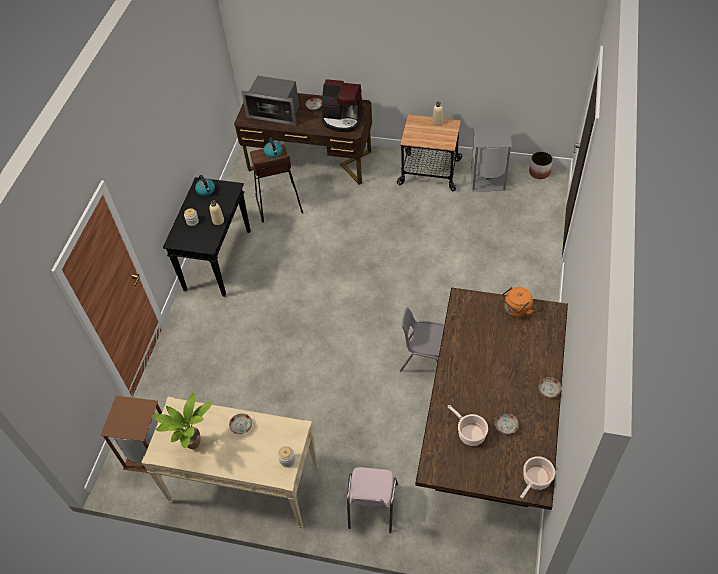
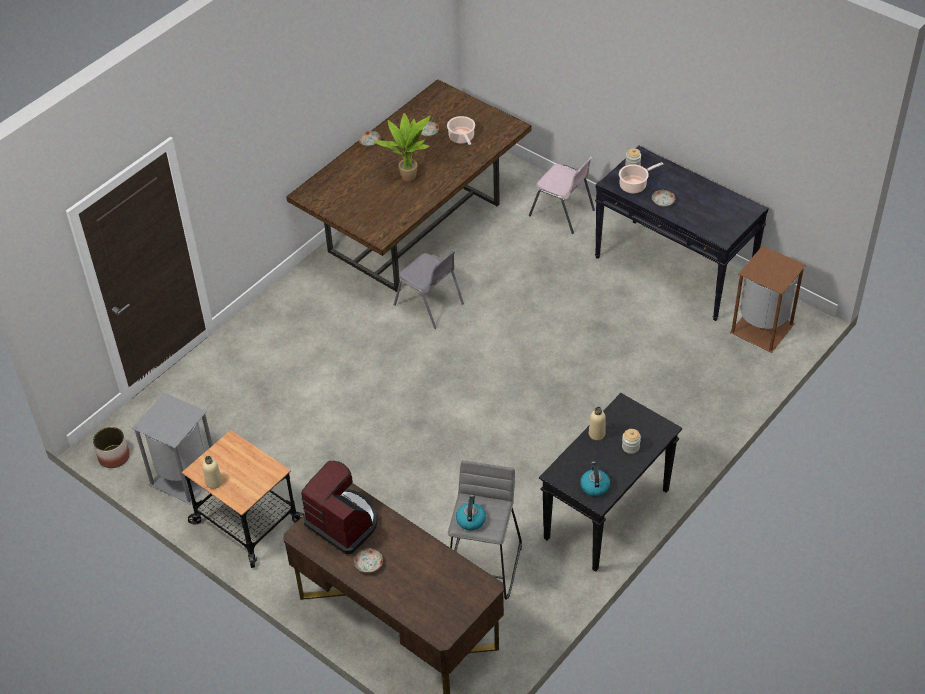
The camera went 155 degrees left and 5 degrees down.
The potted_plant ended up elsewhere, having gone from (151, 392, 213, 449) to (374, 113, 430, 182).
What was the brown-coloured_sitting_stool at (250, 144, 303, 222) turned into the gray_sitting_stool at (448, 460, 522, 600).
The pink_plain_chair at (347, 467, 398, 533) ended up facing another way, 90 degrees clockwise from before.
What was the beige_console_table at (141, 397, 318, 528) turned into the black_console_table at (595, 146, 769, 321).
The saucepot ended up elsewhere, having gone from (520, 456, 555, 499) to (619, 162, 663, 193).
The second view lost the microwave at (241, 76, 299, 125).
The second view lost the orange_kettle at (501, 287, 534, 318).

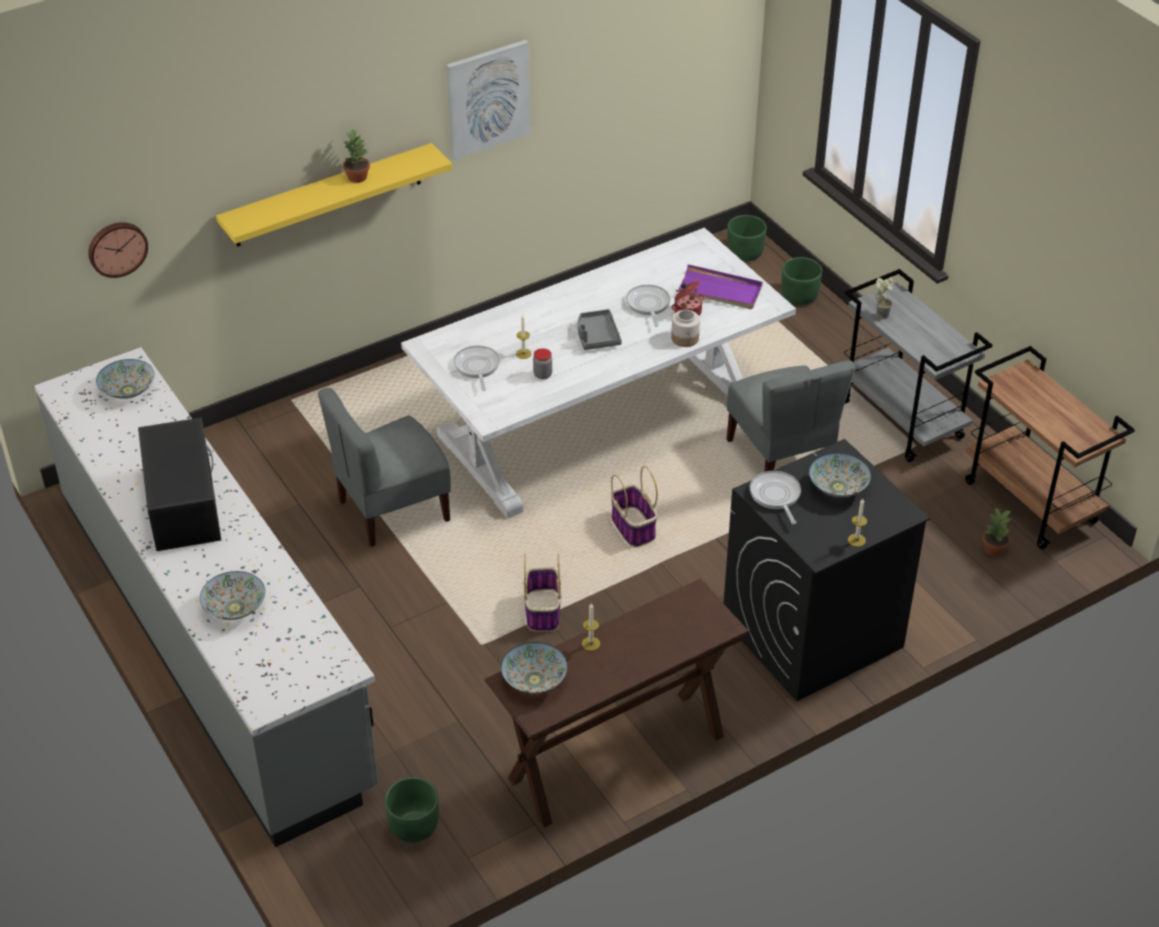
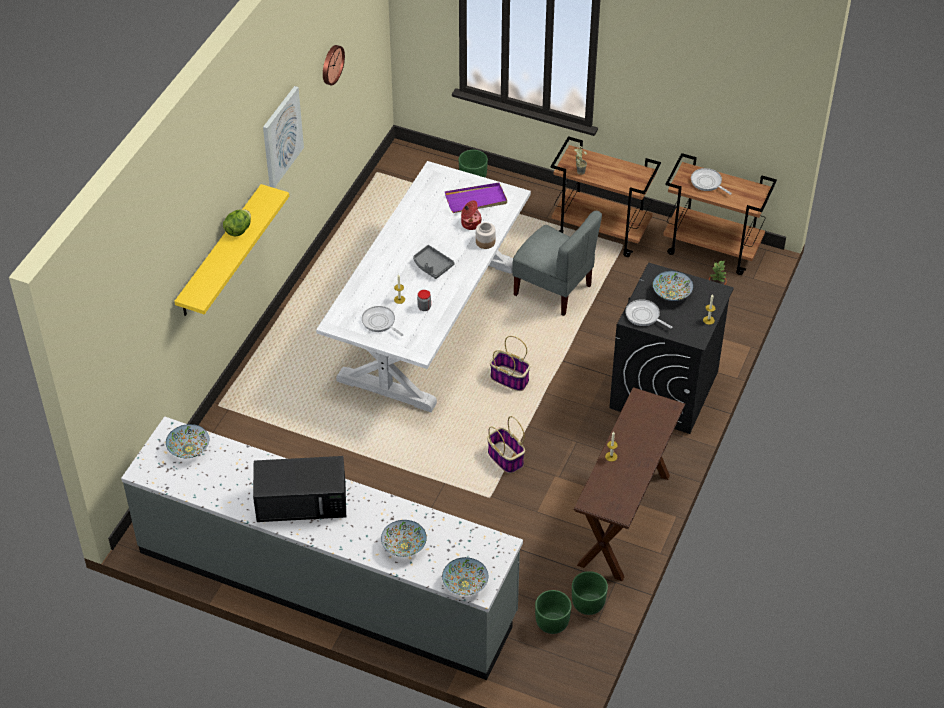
The camera went 35 degrees left and 5 degrees up.
Where the potted_plant stood at (343, 129, 370, 183), the head_of_lettuce came to stand at (223, 210, 251, 237).
The black_microwave at (138, 418, 221, 551) ended up facing another way, 135 degrees clockwise from before.
The wall_clock ended up elsewhere, having gone from (88, 222, 148, 278) to (323, 45, 345, 85).
The serving_bowl ended up elsewhere, having gone from (501, 642, 567, 693) to (442, 557, 488, 596).
What was the gray_cart at (844, 269, 992, 462) turned into the brown-coloured_cart at (551, 136, 661, 257).
The green_plant_pot ended up elsewhere, having gone from (727, 215, 767, 262) to (572, 571, 608, 615).
The skillet ended up elsewhere, having gone from (626, 285, 670, 327) to (691, 168, 732, 195).
The second view lost the gray_plain_chair at (318, 388, 451, 547).

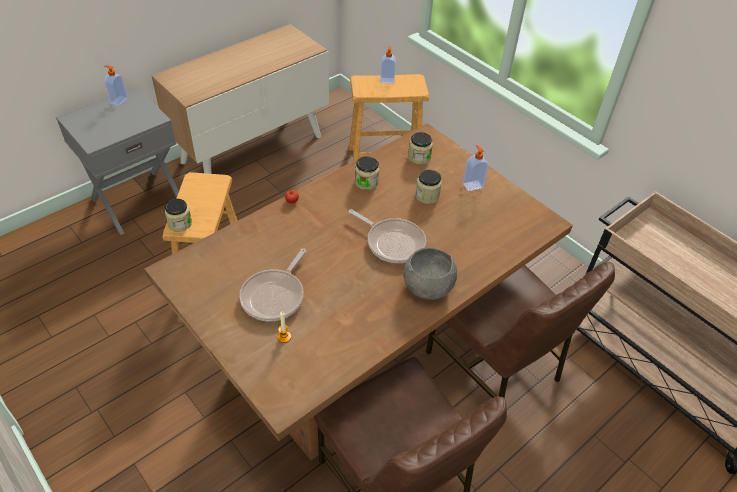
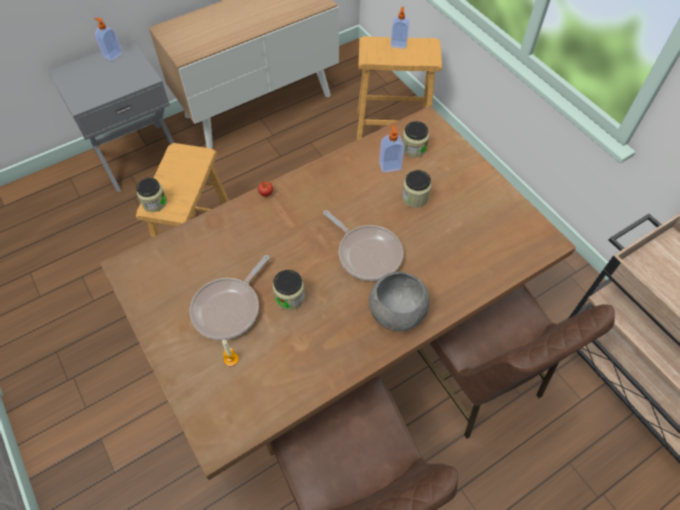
The camera went 10 degrees right and 10 degrees up.
The jar ended up elsewhere, having gone from (355, 157, 380, 190) to (273, 270, 305, 310).
The soap_dispenser ended up elsewhere, having gone from (462, 145, 489, 191) to (379, 124, 404, 173).

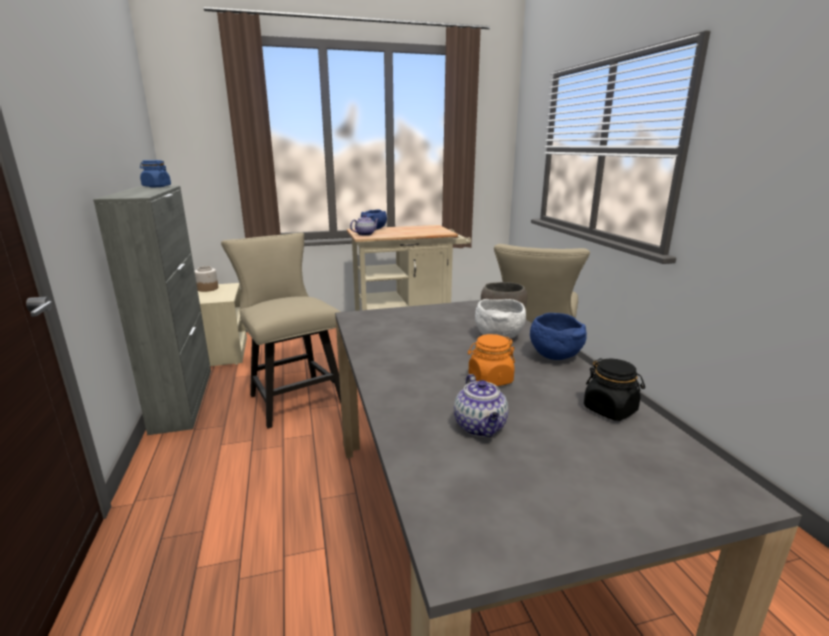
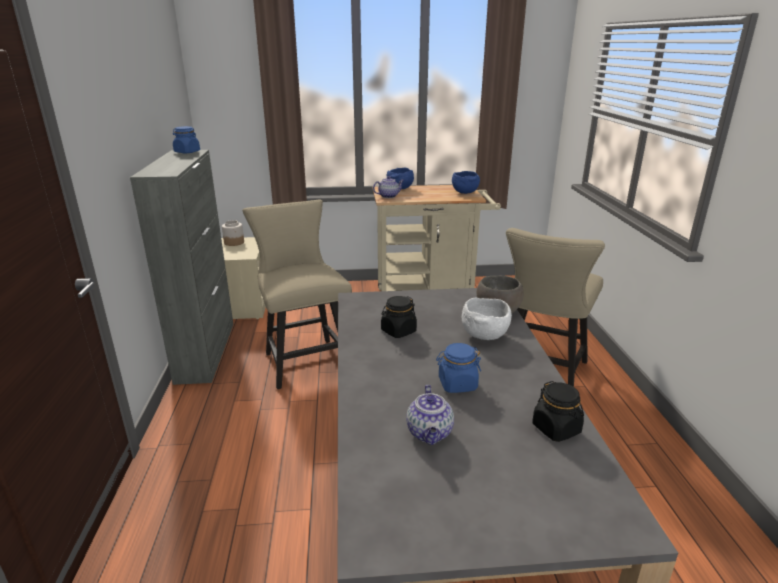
The camera went 10 degrees right and 5 degrees up.
The second view gained the black_jar at (381, 296, 417, 338).
What was the orange_jar at (468, 334, 515, 386) turned into the bluish_jar at (436, 343, 481, 393).
The bluish_serving_bowl ended up elsewhere, having gone from (530, 313, 587, 360) to (452, 171, 480, 194).

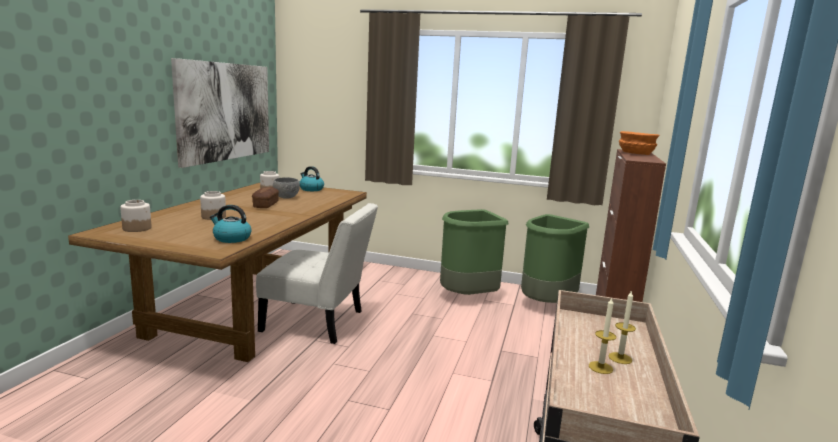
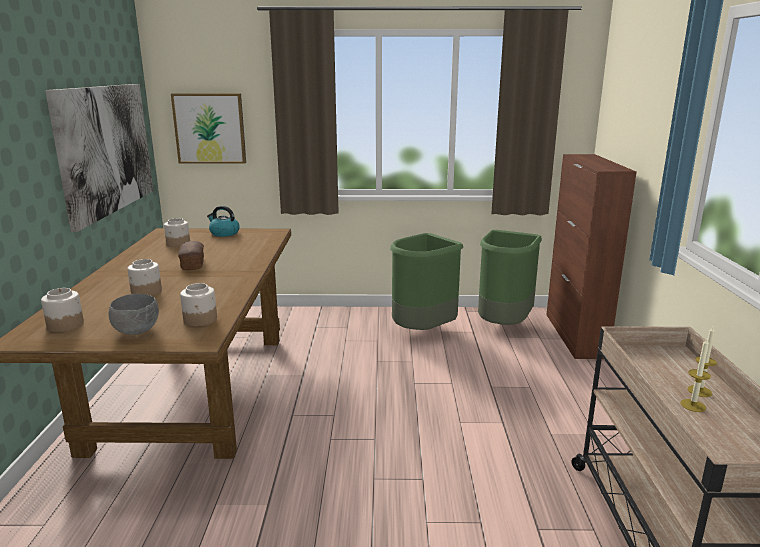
The camera went 15 degrees left and 5 degrees up.
The gray_serving_bowl ended up elsewhere, having gone from (273, 177, 300, 199) to (109, 294, 159, 335).
The second view gained the wall_art at (171, 93, 246, 164).
Where the kettle stood at (210, 205, 252, 243), the jar came to stand at (180, 283, 217, 327).
The second view lost the white_plain_chair at (256, 203, 378, 344).
The second view lost the orange_serving_bowl at (619, 131, 660, 155).

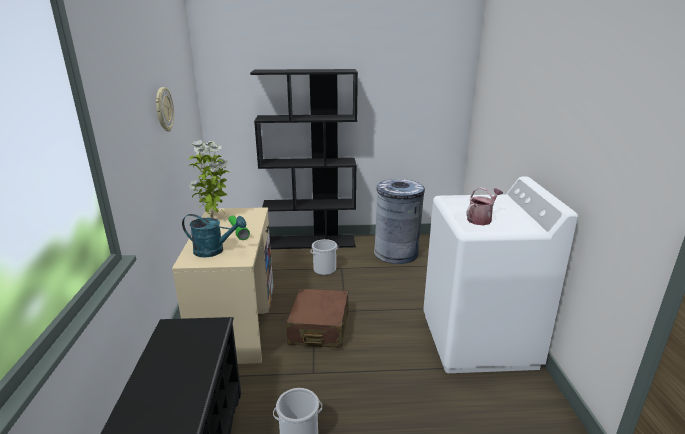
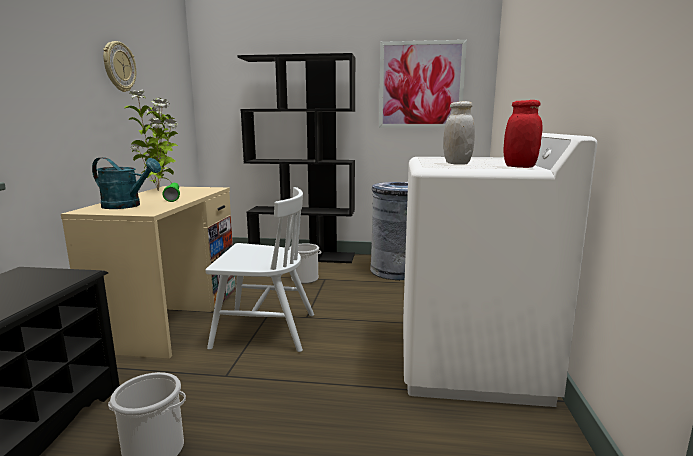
The camera went 10 degrees right and 10 degrees down.
Where the brown-coloured_piece_of_luggage stood at (286, 289, 349, 348), the white_plain_chair came to stand at (206, 187, 314, 352).
The second view gained the wall_art at (379, 40, 467, 128).
Where the watering_can stood at (466, 187, 503, 225), the white_jar came to stand at (443, 101, 475, 165).
The second view gained the red_jar at (504, 100, 543, 168).

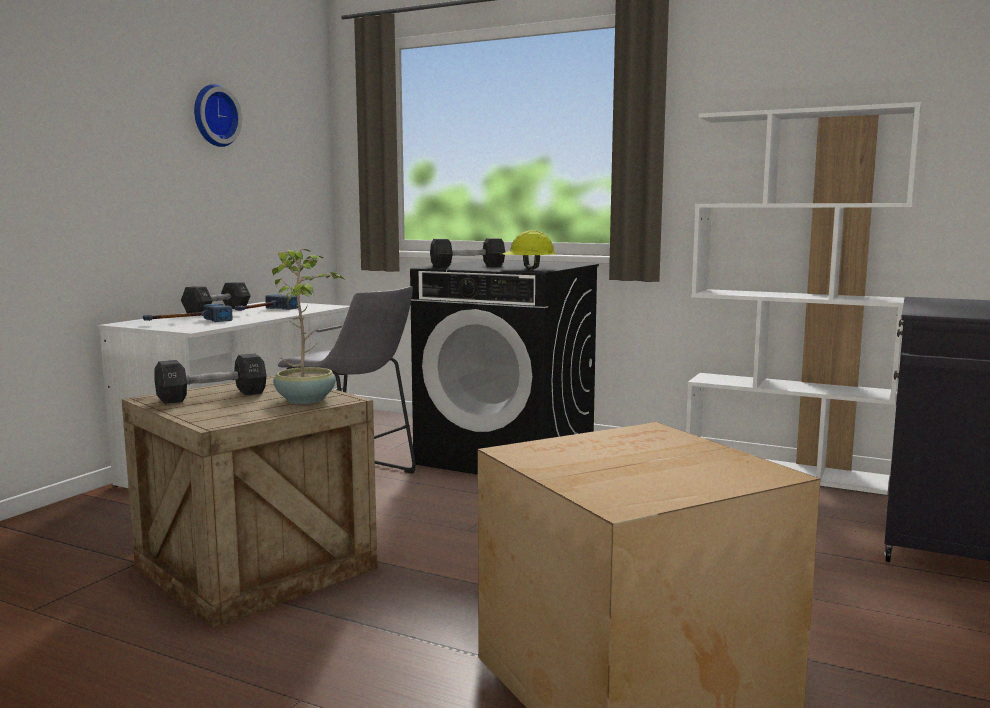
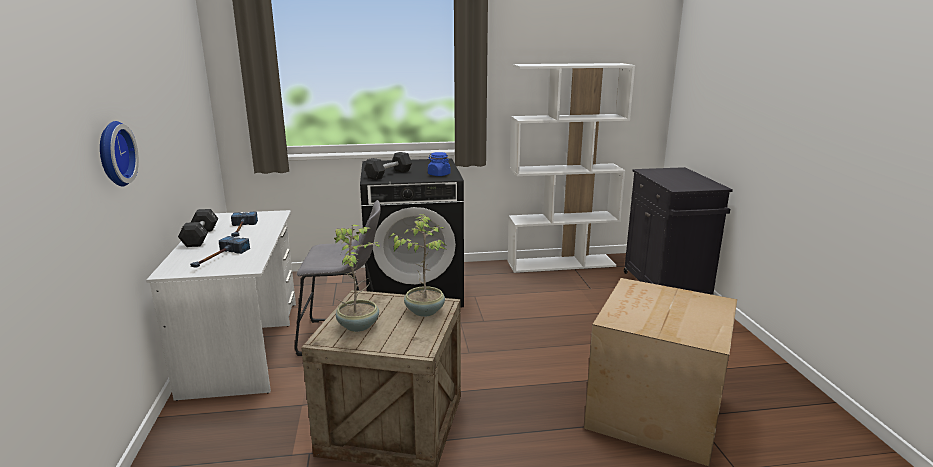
The camera went 35 degrees left and 10 degrees up.
The wall_clock ended up elsewhere, having gone from (194, 84, 242, 147) to (100, 121, 139, 187).
Where the black_dumbbell stood at (154, 353, 267, 404), the potted_plant came to stand at (334, 224, 381, 332).
Where the yellow_work_helmet stood at (502, 230, 556, 269), the bluish_jar came to stand at (428, 152, 450, 176).

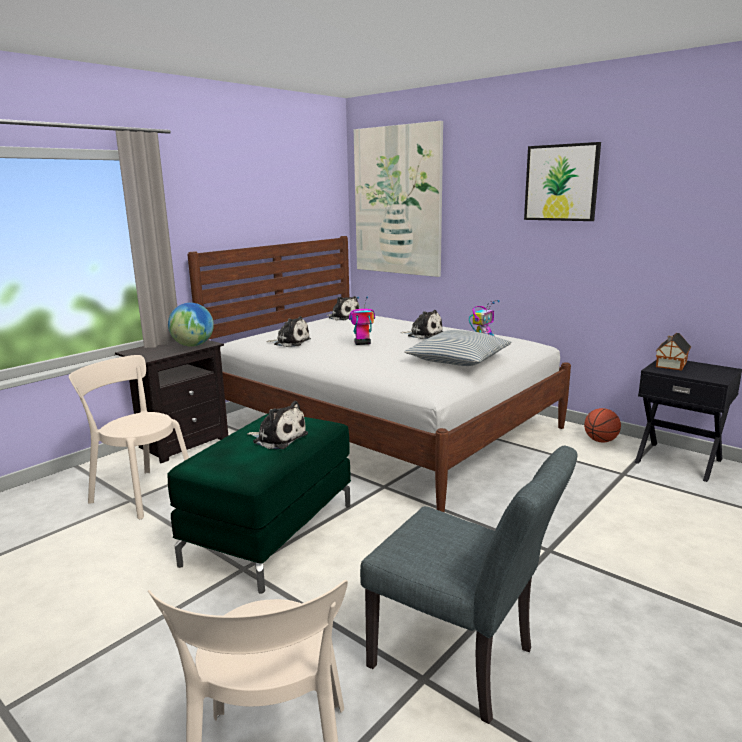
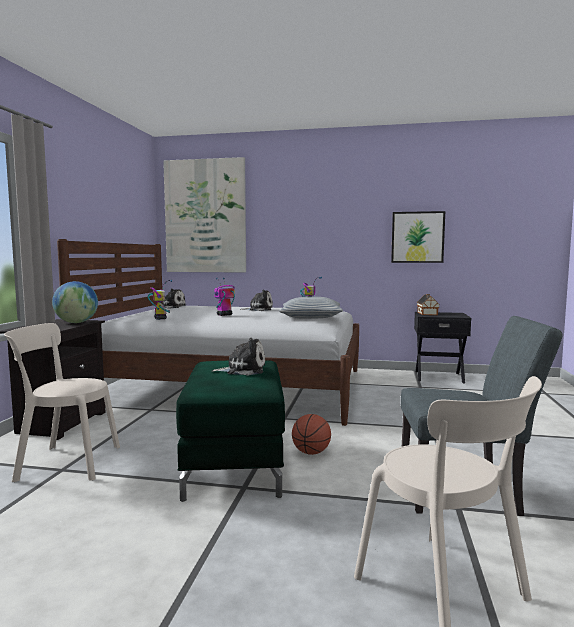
The camera went 30 degrees left and 10 degrees down.
Where the soft_toy stood at (266, 316, 311, 347), the toy_robot came to stand at (147, 280, 172, 320).
The basketball_ball ended up elsewhere, having gone from (584, 408, 621, 442) to (292, 414, 331, 455).
The wall_art ended up elsewhere, having gone from (524, 142, 601, 221) to (391, 211, 445, 263).

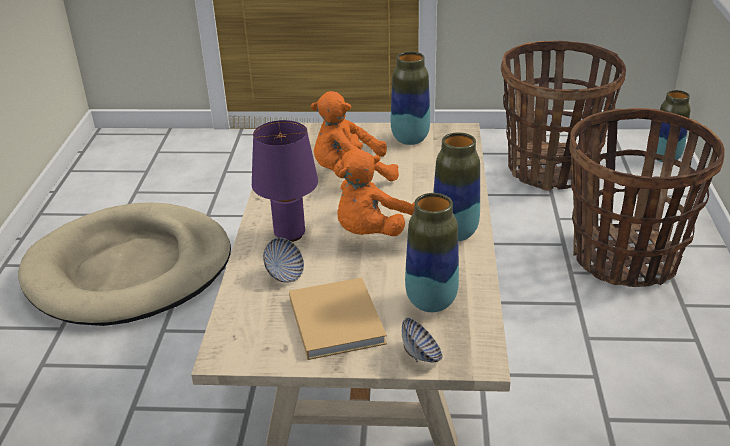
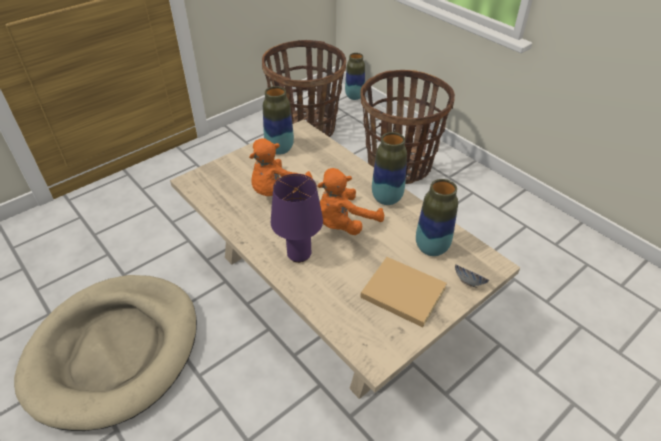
The camera went 45 degrees left and 10 degrees up.
The orange_soft_toy at (338, 149, 414, 236) ended up facing another way, 60 degrees clockwise from before.
The second view lost the serving_bowl at (263, 238, 304, 283).

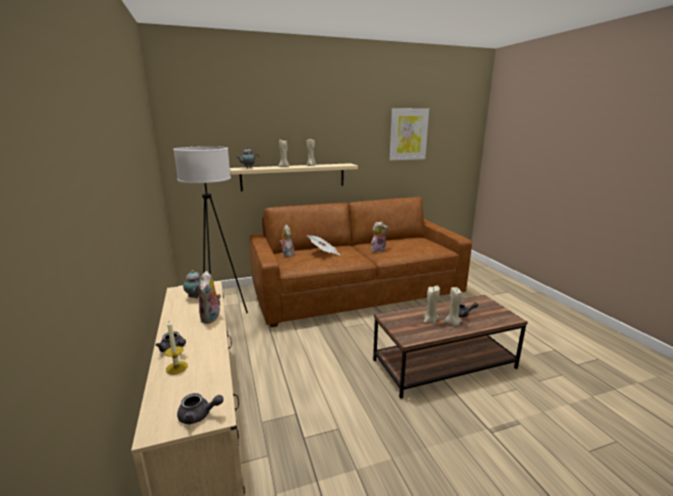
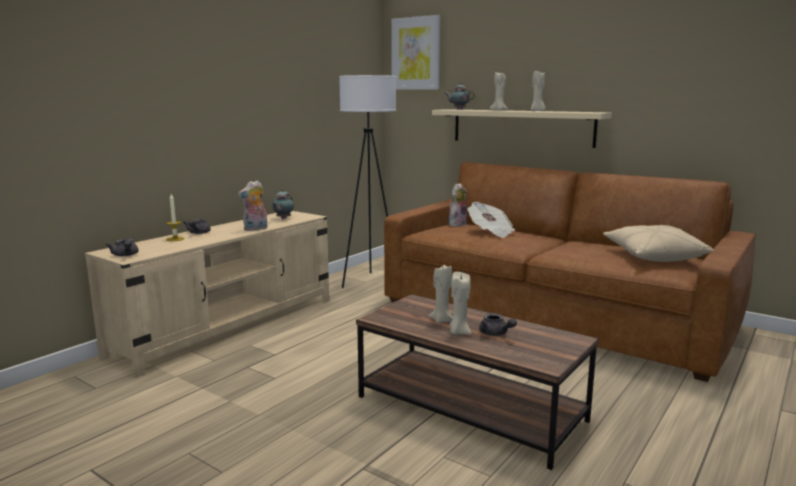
The camera went 55 degrees right and 5 degrees down.
The wall_art ended up elsewhere, having gone from (390, 108, 429, 160) to (391, 15, 440, 90).
The second view gained the beige_pillow at (603, 225, 715, 262).
The second view lost the soft_toy at (371, 222, 389, 252).

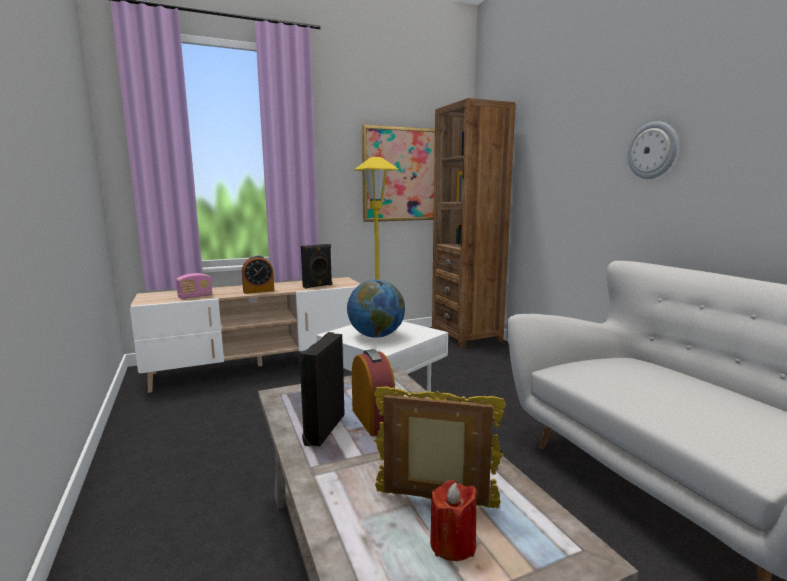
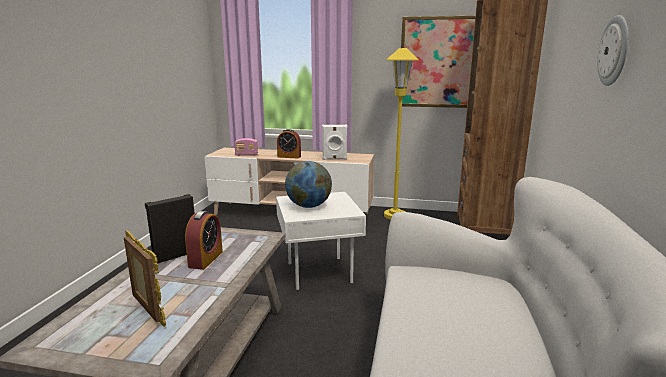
The camera went 35 degrees right and 5 degrees up.
What was the black_loudspeaker at (301, 244, 332, 289) turned into the white_loudspeaker at (322, 125, 347, 160).
The second view lost the red_wax_candle at (430, 480, 477, 561).

